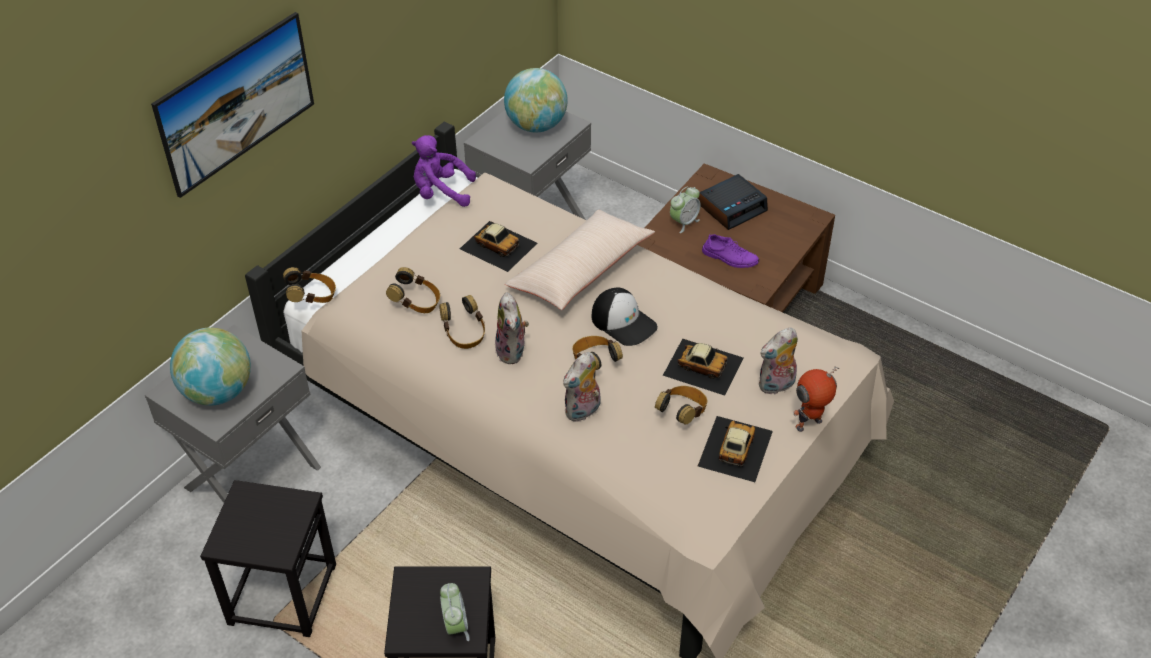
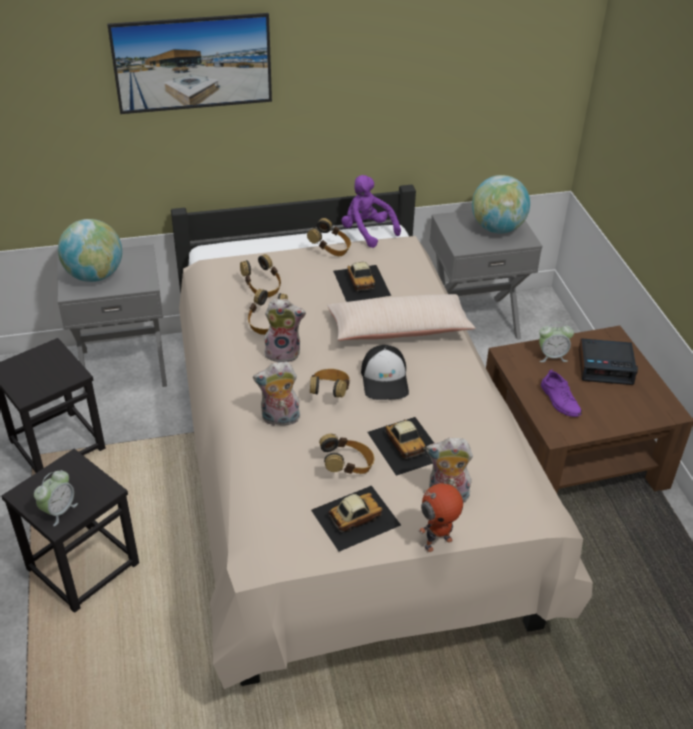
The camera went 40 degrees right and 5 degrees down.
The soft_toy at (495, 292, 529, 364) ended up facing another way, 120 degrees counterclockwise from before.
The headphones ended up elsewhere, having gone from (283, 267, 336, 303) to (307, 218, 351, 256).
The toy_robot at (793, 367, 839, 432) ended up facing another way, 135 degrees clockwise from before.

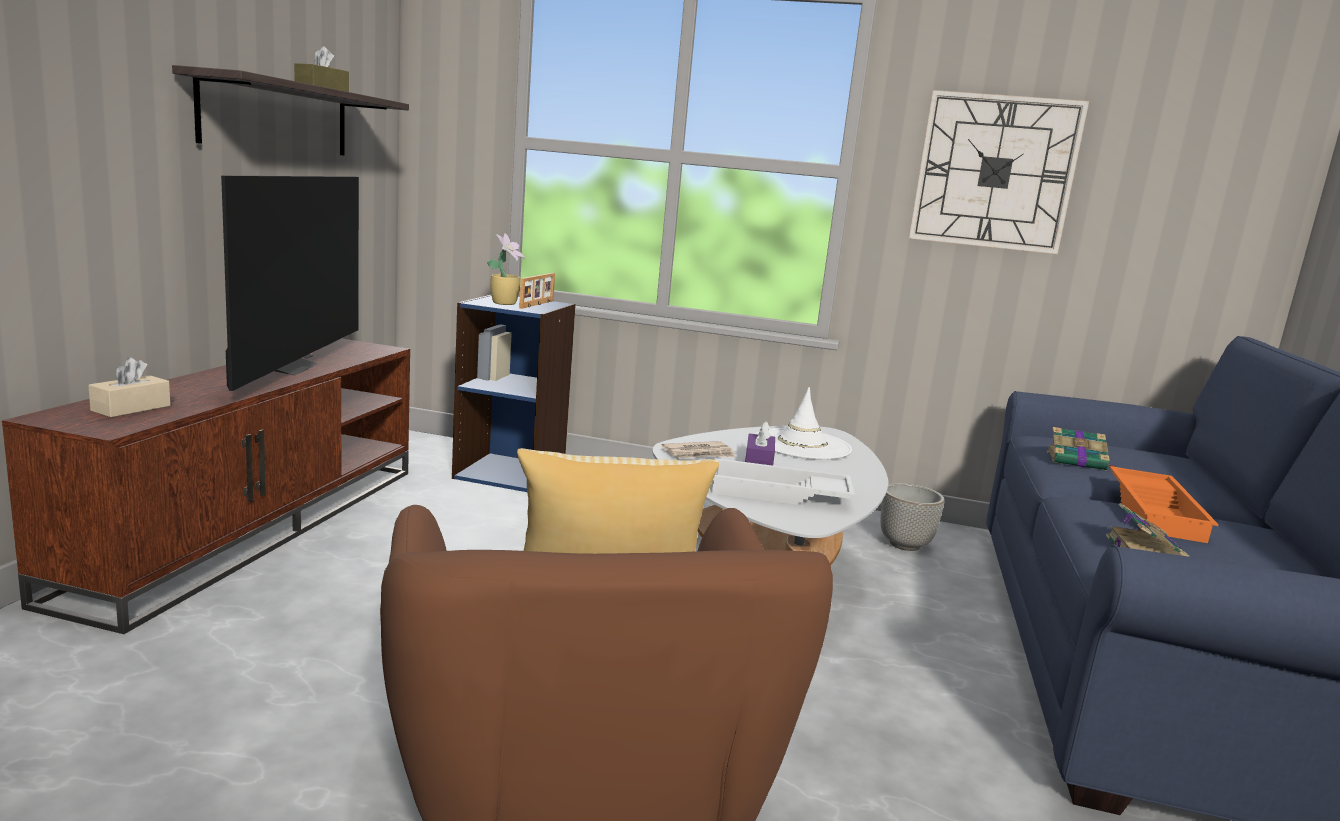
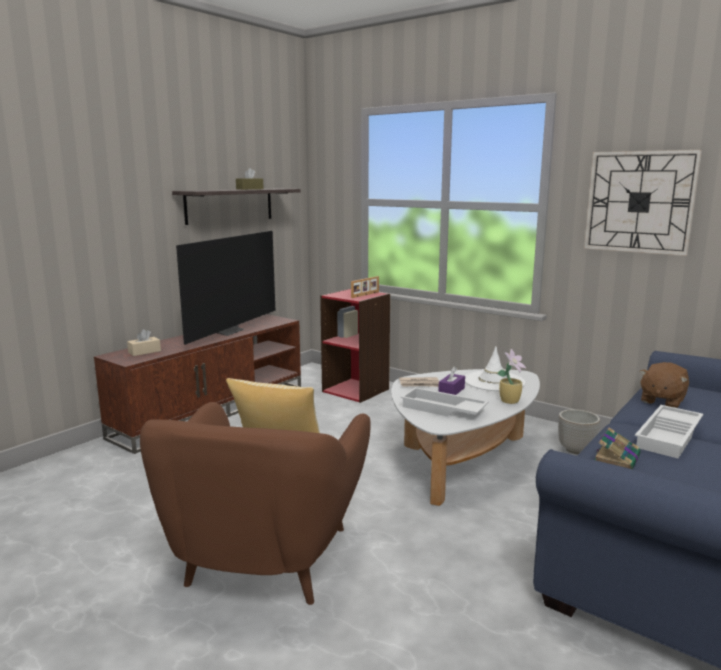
The camera went 25 degrees right and 0 degrees up.
What was the bluish_shelving_unit at (452, 295, 576, 492) turned into the red_shelving_unit at (320, 288, 390, 403).
The potted_plant ended up elsewhere, having gone from (487, 233, 525, 305) to (497, 349, 526, 404).
What was the orange_tray at (1110, 466, 1219, 543) turned into the white_tray at (635, 405, 703, 458).
Where the book stood at (1047, 427, 1114, 471), the brown-coloured_soft_toy came to stand at (639, 362, 689, 408).

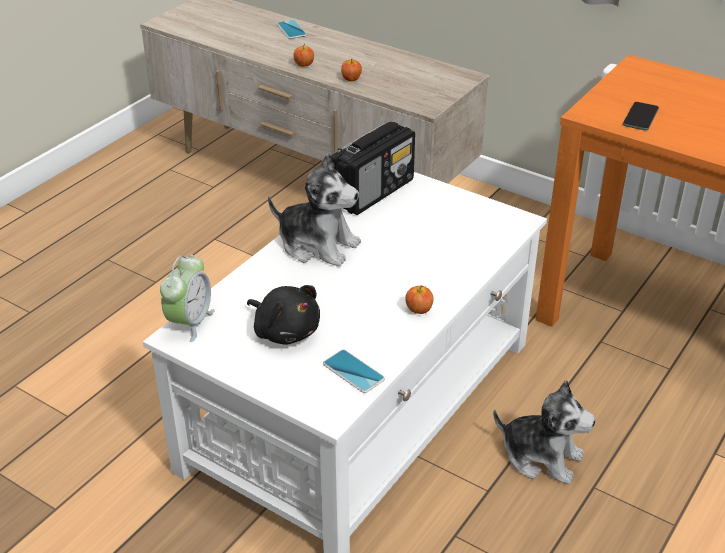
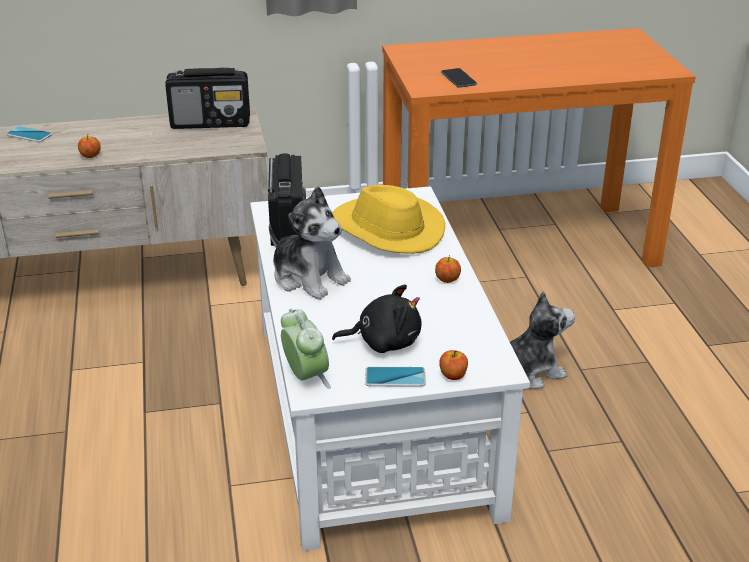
The camera went 45 degrees left and 5 degrees down.
The second view gained the radio_receiver at (165, 68, 250, 129).
The soft_toy at (268, 154, 361, 267) ended up facing another way, 60 degrees clockwise from before.
The second view gained the yellow_hat at (332, 185, 445, 254).
The handset ended up elsewhere, having gone from (323, 349, 385, 393) to (365, 367, 426, 386).
The whole_apple ended up elsewhere, having gone from (341, 59, 362, 82) to (439, 350, 468, 380).

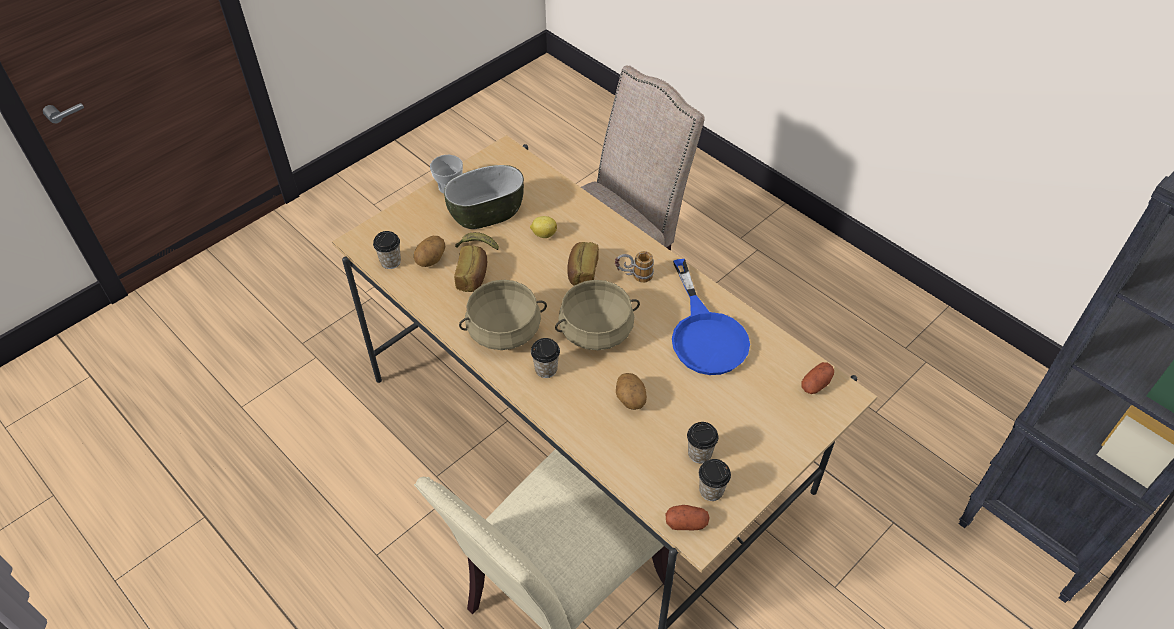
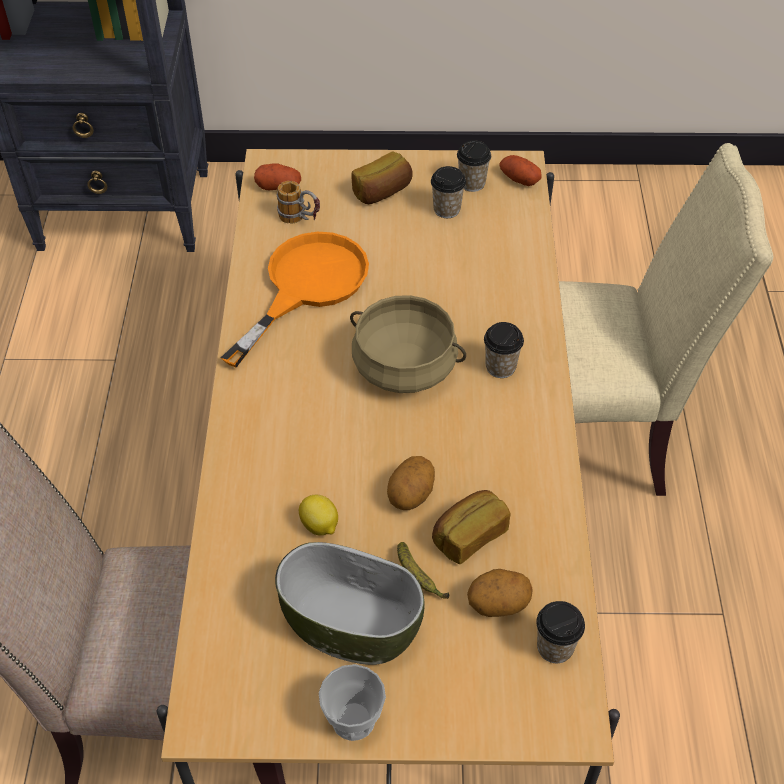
The camera went 135 degrees left and 0 degrees up.
What was the bluish_skillet at (672, 259, 750, 375) turned into the orange_skillet at (221, 232, 369, 367).
The coffee_mug ended up elsewhere, having gone from (615, 251, 654, 283) to (277, 181, 320, 224).
The baked_bread ended up elsewhere, having gone from (567, 242, 599, 286) to (351, 152, 413, 204).
The spud ended up elsewhere, having gone from (616, 373, 647, 410) to (387, 456, 435, 510).
The second view lost the beige_saucepot at (459, 280, 547, 350).

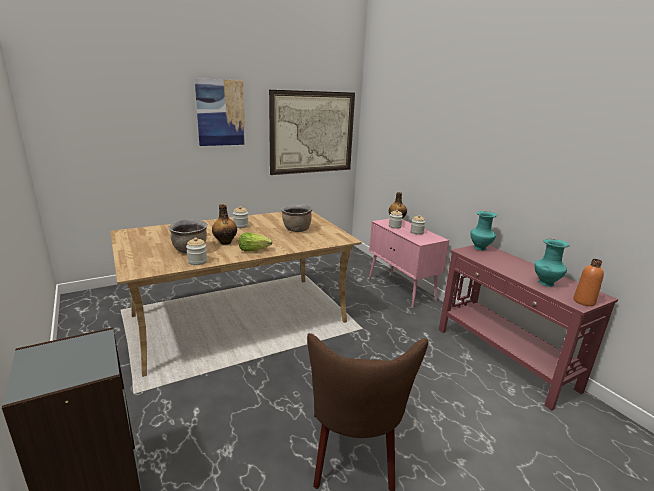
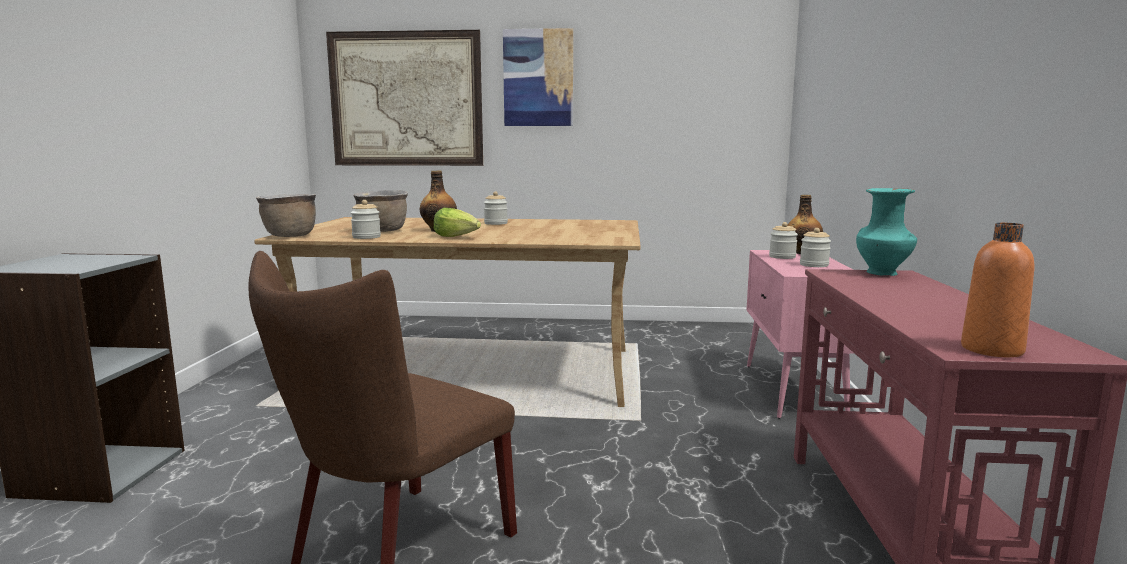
The camera went 35 degrees right and 10 degrees down.
The brown-coloured_saucepot ended up elsewhere, having gone from (281, 204, 313, 232) to (256, 194, 316, 237).
The wall_art ended up elsewhere, having gone from (269, 90, 355, 175) to (326, 30, 483, 166).
The second view lost the turquoise_decorative_vase at (534, 239, 570, 287).

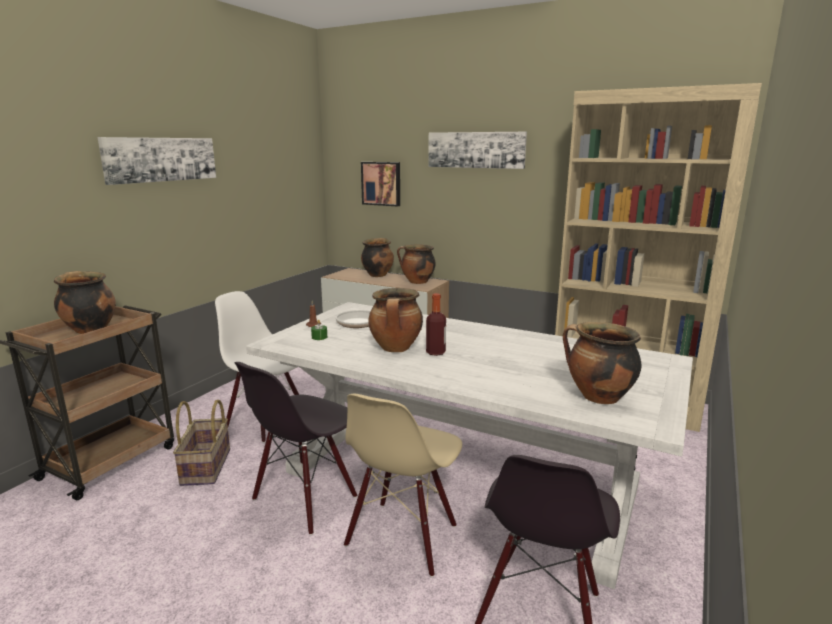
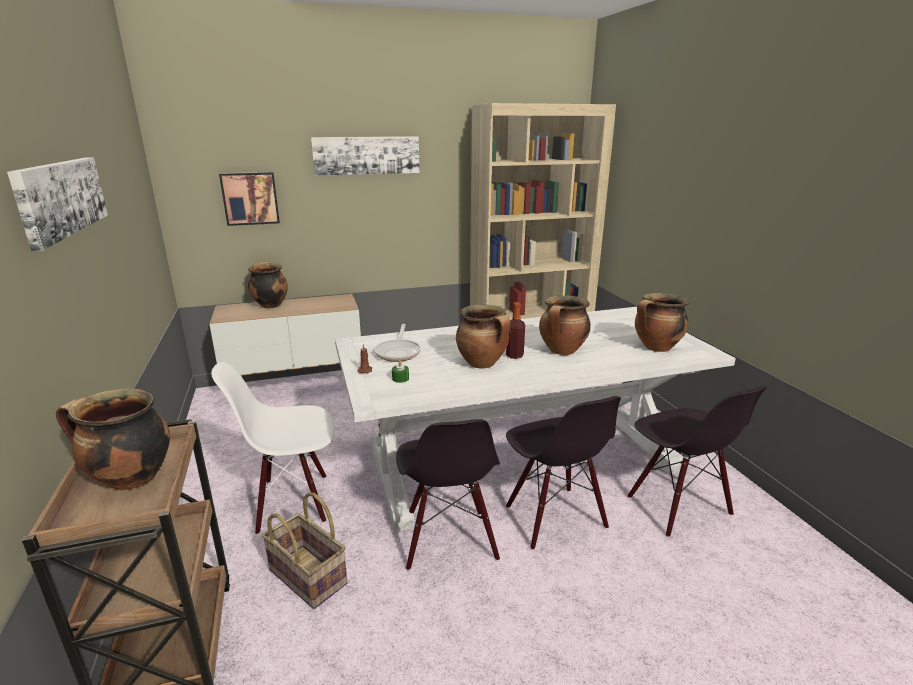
The camera went 45 degrees left and 5 degrees up.
What was the beige_plain_chair at (344, 394, 462, 577) turned into the black_plain_chair at (506, 396, 621, 550).
The saucepot ended up elsewhere, having gone from (397, 245, 436, 284) to (539, 295, 591, 355).

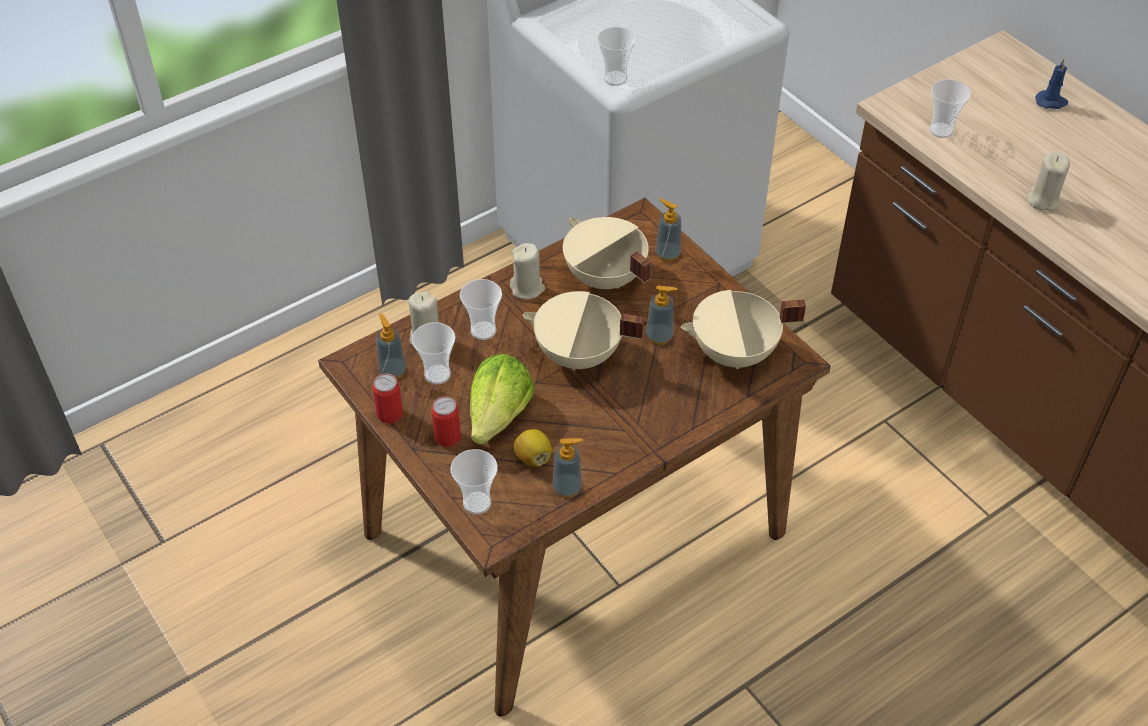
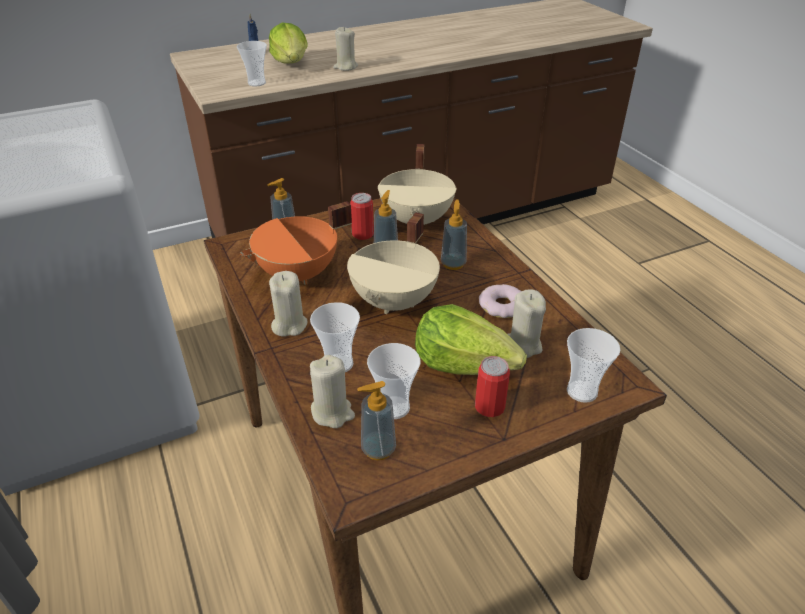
The camera went 80 degrees left and 10 degrees down.
What was the beige_saucepot at (563, 217, 652, 289) turned into the orange_saucepot at (240, 201, 352, 285).
The second view gained the head_of_lettuce at (269, 22, 308, 64).
The can ended up elsewhere, having gone from (372, 373, 403, 423) to (350, 193, 374, 240).
The soap_dispenser ended up elsewhere, having gone from (552, 438, 583, 498) to (441, 200, 467, 270).
The second view gained the doughnut at (479, 284, 521, 318).
Where the whole_lemon stood at (514, 429, 552, 467), the beige_wax_candle came to stand at (508, 289, 546, 358).
The second view lost the small_cup at (597, 27, 636, 86).

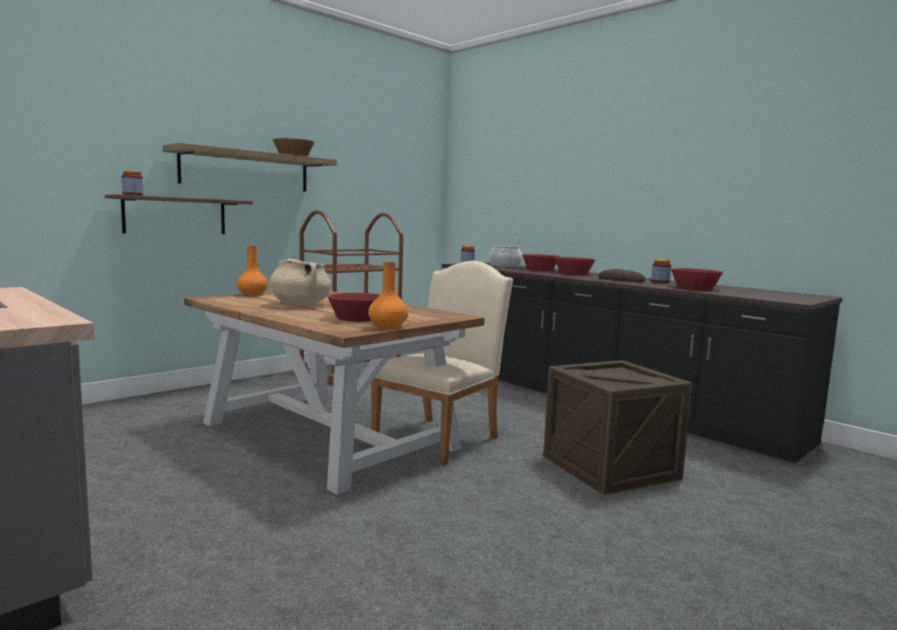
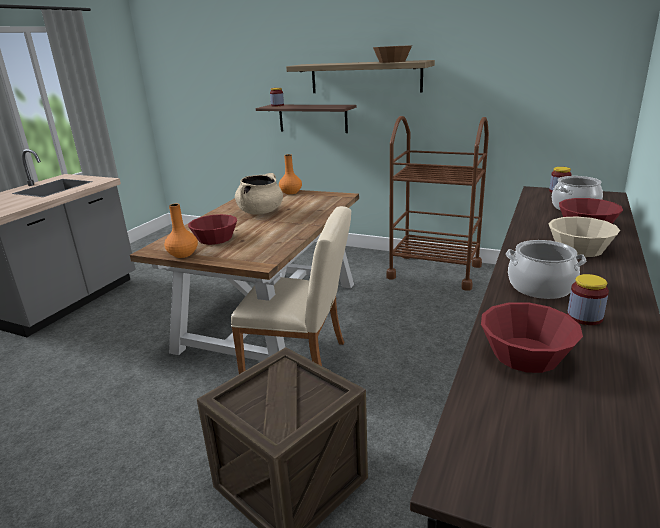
The camera went 70 degrees right and 15 degrees up.
Where the baked_bread stood at (598, 269, 645, 282), the saucepot came to stand at (506, 240, 586, 299).
What was the red_serving_bowl at (554, 257, 596, 275) turned into the beige_serving_bowl at (548, 216, 620, 257).

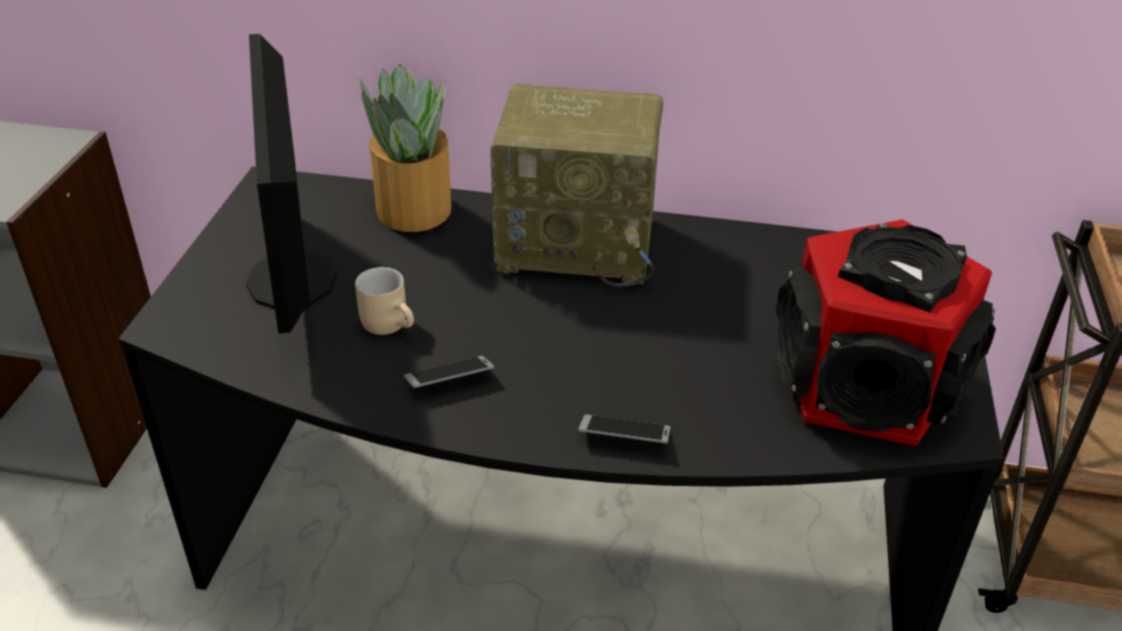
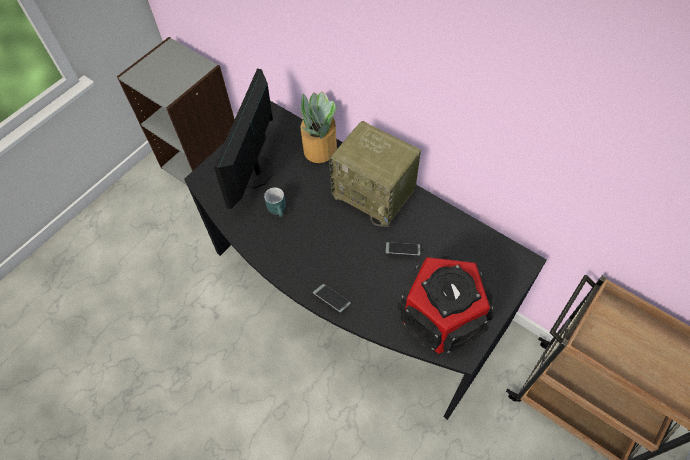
The camera went 30 degrees right and 20 degrees up.
What was the beige_coffee_mug at (355, 267, 414, 335) turned into the turquoise_coffee_mug at (264, 187, 286, 217).
The handset ended up elsewhere, having gone from (404, 356, 494, 388) to (386, 242, 420, 255).

